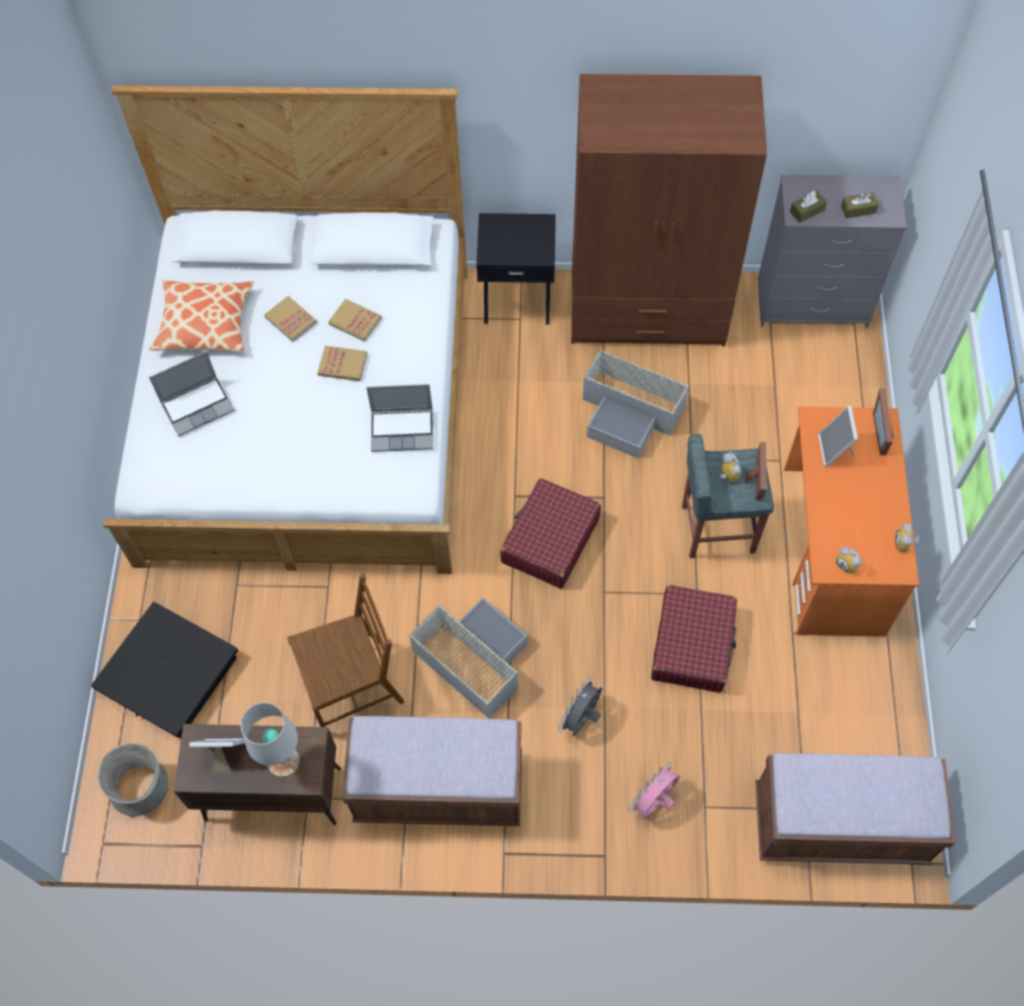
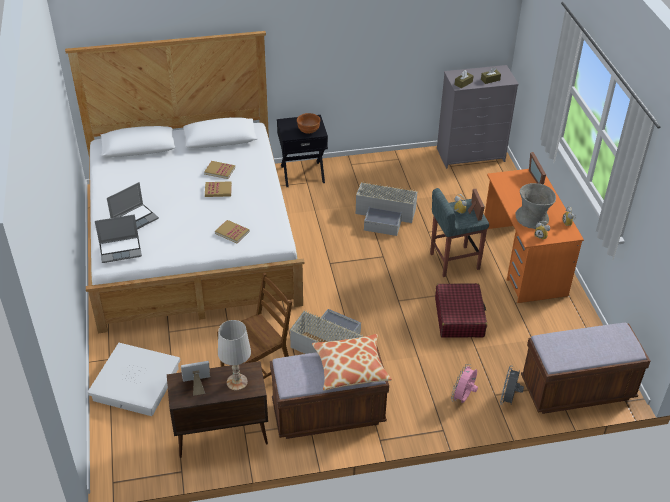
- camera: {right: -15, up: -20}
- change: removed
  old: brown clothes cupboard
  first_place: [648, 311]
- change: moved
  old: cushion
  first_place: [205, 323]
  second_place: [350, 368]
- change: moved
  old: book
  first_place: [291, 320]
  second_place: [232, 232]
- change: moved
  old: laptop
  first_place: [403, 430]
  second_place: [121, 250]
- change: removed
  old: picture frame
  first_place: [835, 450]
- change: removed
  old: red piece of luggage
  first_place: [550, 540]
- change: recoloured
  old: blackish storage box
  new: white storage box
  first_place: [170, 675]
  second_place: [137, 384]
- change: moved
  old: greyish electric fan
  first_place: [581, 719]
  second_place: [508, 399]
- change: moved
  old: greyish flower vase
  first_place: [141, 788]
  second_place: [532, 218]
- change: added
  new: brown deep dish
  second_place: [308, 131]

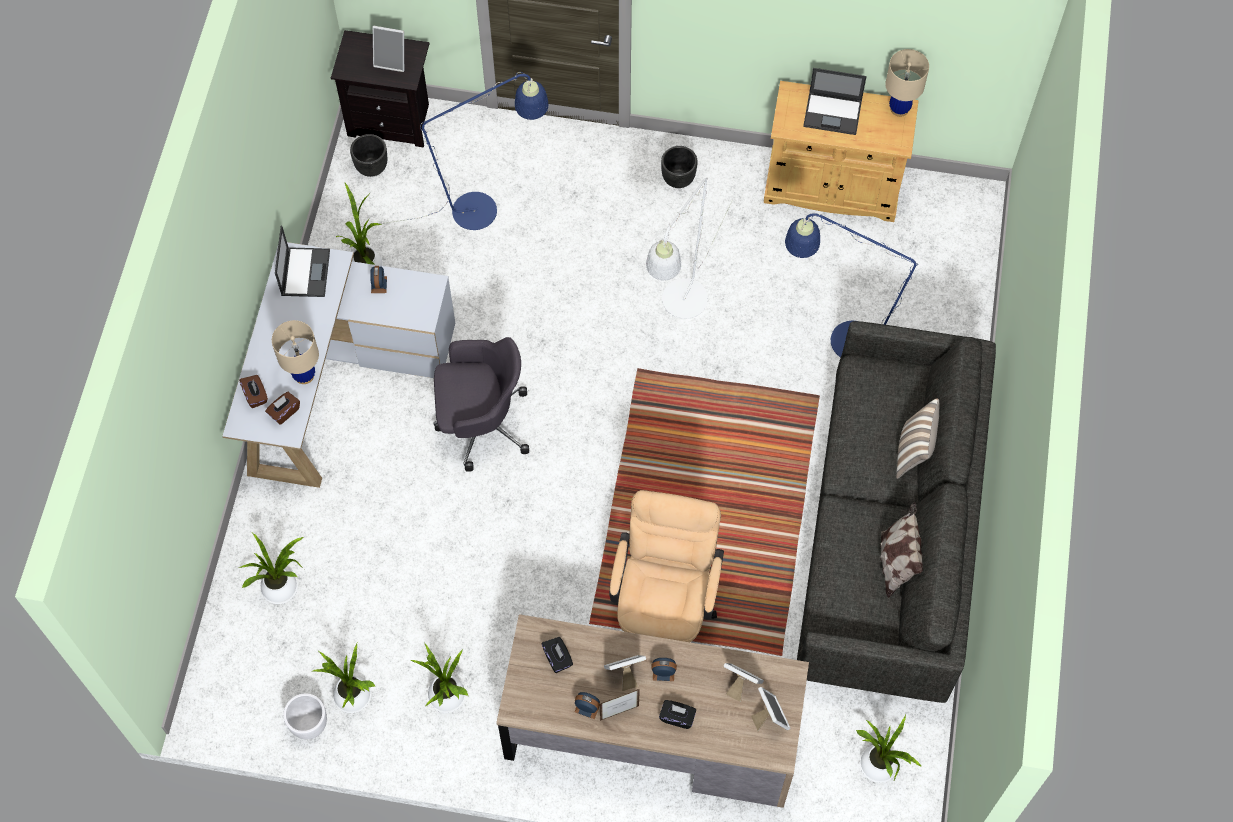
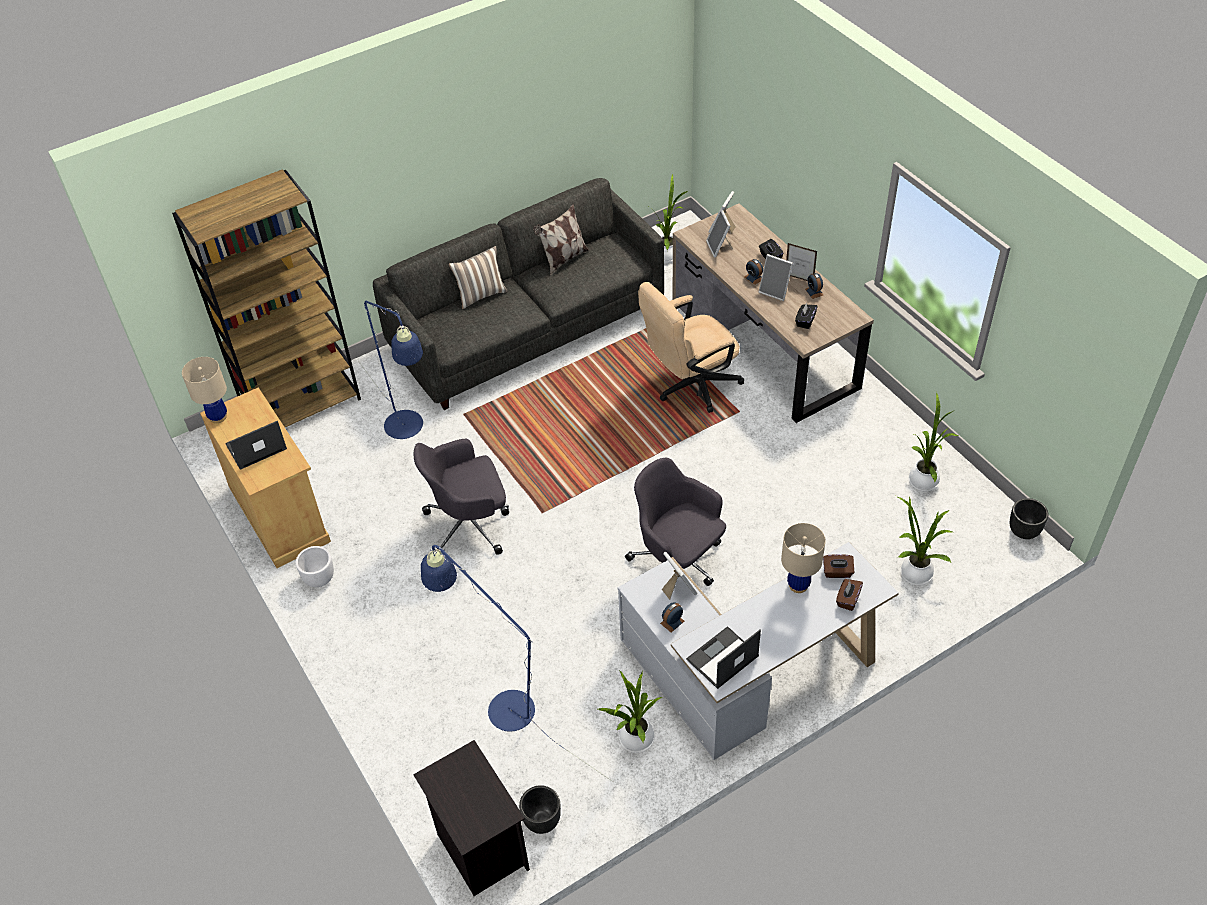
- camera: {right: -130, up: -15}
- change: moved
  old: picture frame
  first_place: [391, 60]
  second_place: [677, 588]
- change: turned
  old: laptop
  first_place: [833, 113]
  second_place: [255, 447]
  degrees: -90
- change: moved
  old: blackish plant pot
  first_place: [677, 179]
  second_place: [1024, 531]
- change: replaced
  old: white floor lamp
  new: greyish desk chair
  first_place: [680, 308]
  second_place: [470, 524]
- change: removed
  old: potted plant
  first_place: [447, 699]
- change: moved
  old: white plant pot
  first_place: [308, 724]
  second_place: [320, 579]
- change: added
  new: brown shelving unit
  second_place: [302, 404]

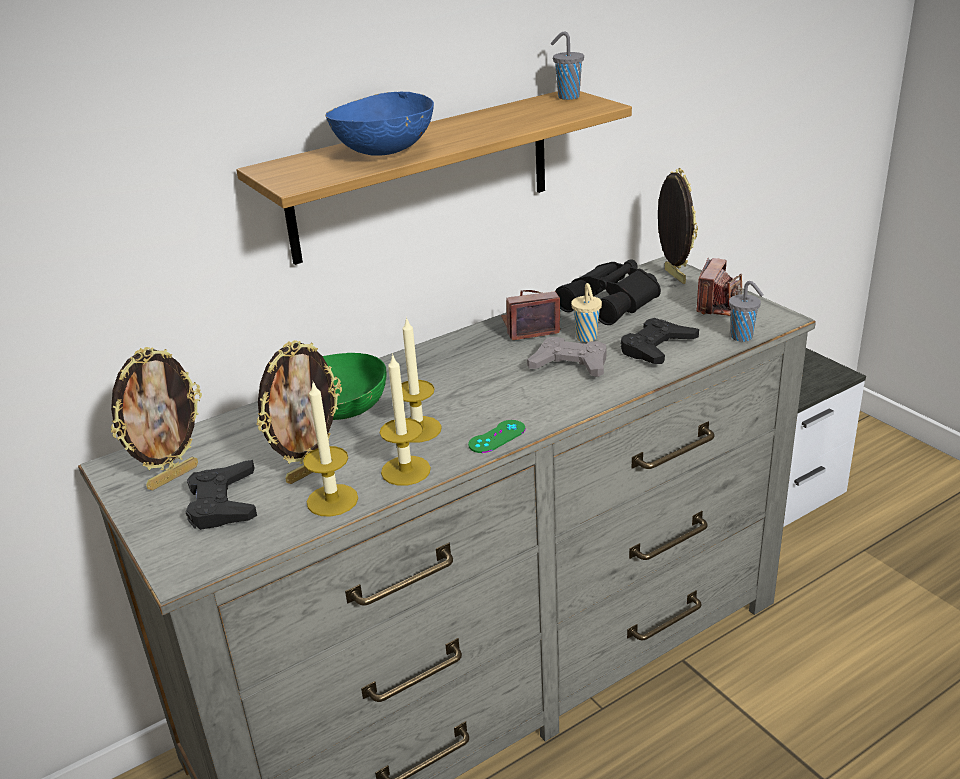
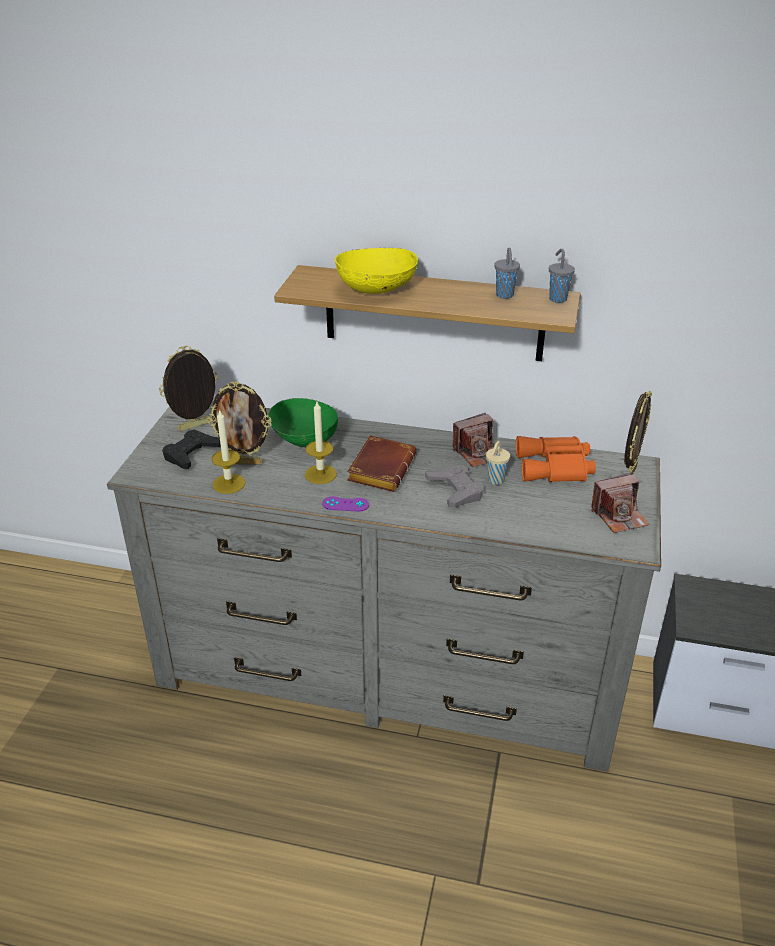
- camera: {right: 45, up: 5}
- change: recoloured
  old: blue deep dish
  new: yellow deep dish
  first_place: [384, 150]
  second_place: [376, 288]
- change: recoloured
  old: blackish binoculars
  new: orangey binoculars
  first_place: [612, 302]
  second_place: [555, 468]
- change: moved
  old: greyish drinking cup
  first_place: [743, 337]
  second_place: [505, 296]
- change: turned
  old: still camera
  first_place: [529, 327]
  second_place: [478, 453]
  degrees: 120
- change: removed
  old: blackish gamepad
  first_place: [656, 348]
- change: turned
  old: picture frame
  first_place: [172, 476]
  second_place: [195, 427]
  degrees: 150
- change: removed
  old: wax candle
  first_place: [405, 470]
- change: recoloured
  old: greenish gamepad
  new: purple gamepad
  first_place: [497, 437]
  second_place: [345, 504]
- change: added
  new: brown book
  second_place: [380, 468]

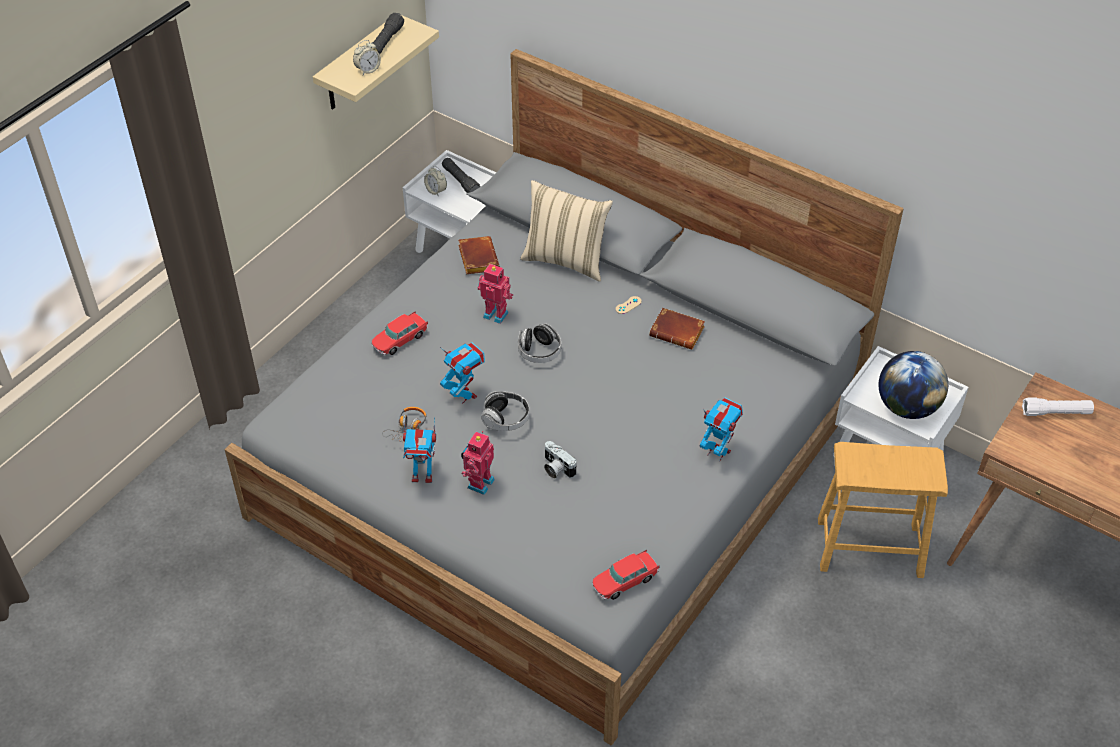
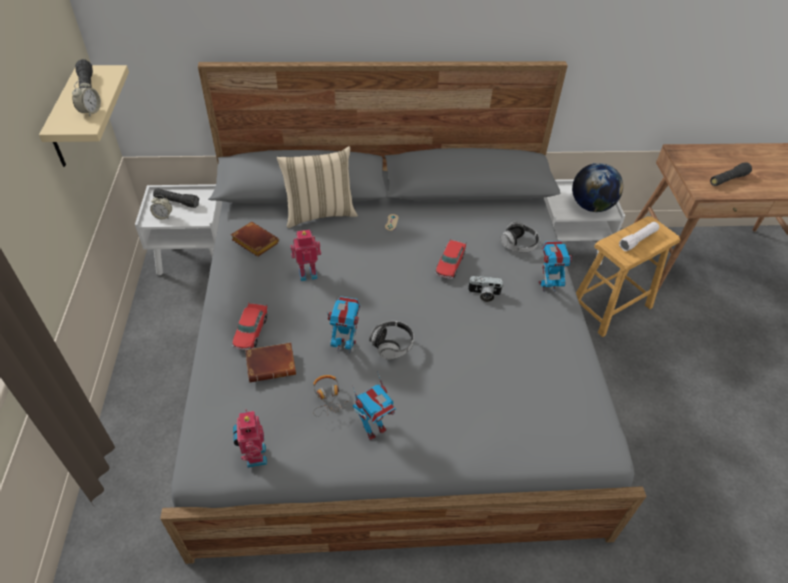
- camera: {right: -40, up: 0}
- change: moved
  old: brown book
  first_place: [678, 332]
  second_place: [272, 364]
- change: moved
  old: headset
  first_place: [539, 352]
  second_place: [518, 244]
- change: moved
  old: white torch
  first_place: [1055, 413]
  second_place: [637, 240]
- change: moved
  old: model robot
  first_place: [479, 483]
  second_place: [254, 456]
- change: moved
  old: still camera
  first_place: [556, 468]
  second_place: [484, 294]
- change: moved
  old: toy car
  first_place: [624, 581]
  second_place: [450, 264]
- change: added
  new: blackish torch
  second_place: [728, 180]

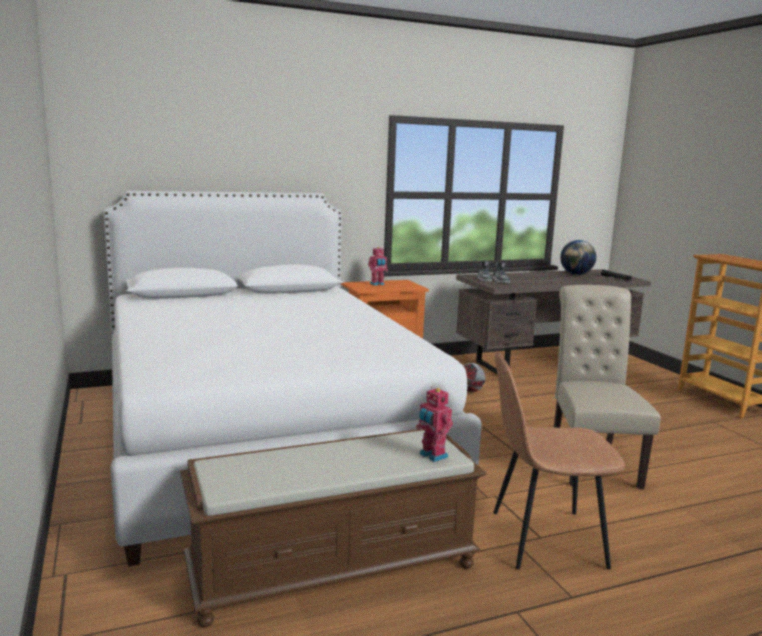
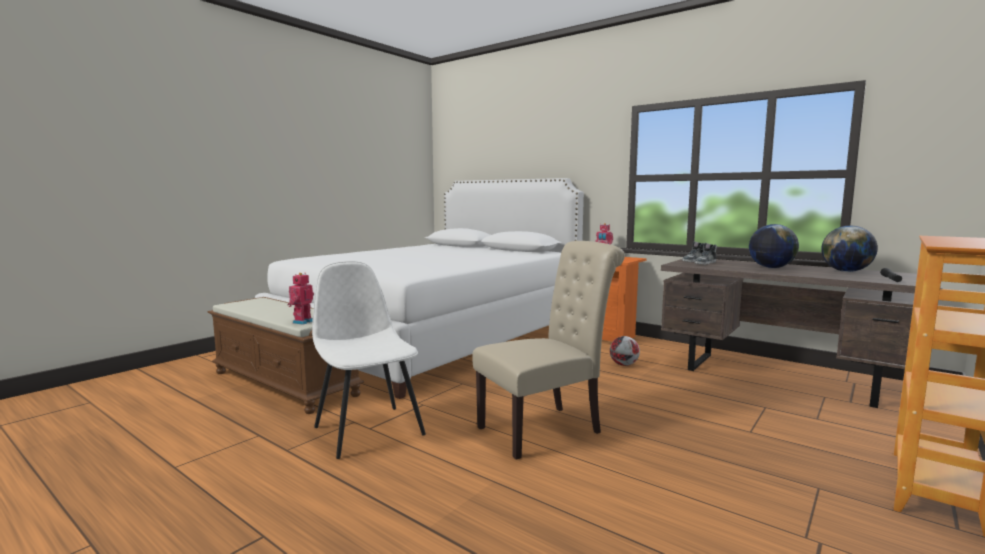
- camera: {right: 60, up: -5}
- change: recoloured
  old: brown upright chair
  new: white upright chair
  first_place: [544, 539]
  second_place: [368, 429]
- change: added
  new: globe
  second_place: [771, 268]

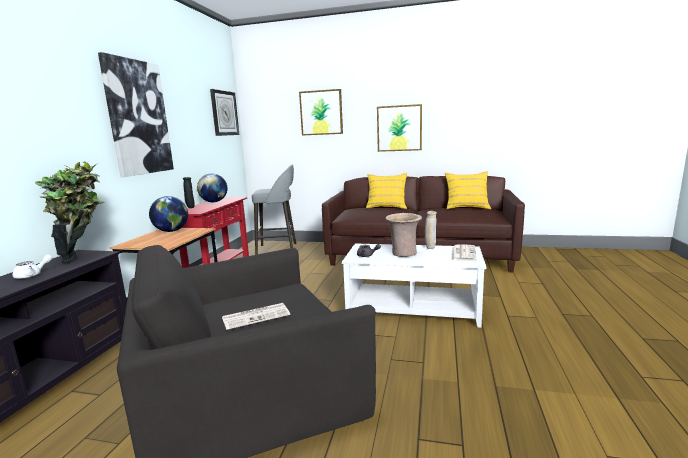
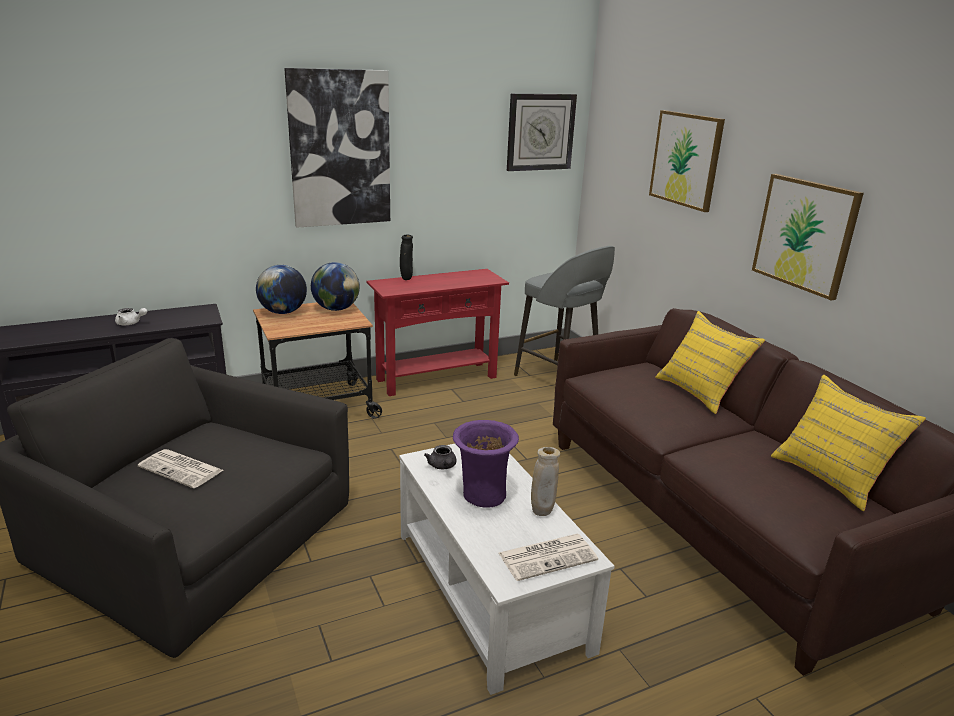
- camera: {right: 50, up: 10}
- change: removed
  old: potted plant
  first_place: [83, 256]
- change: moved
  old: globe
  first_place: [214, 202]
  second_place: [283, 312]
- change: recoloured
  old: sand-coloured flower vase
  new: purple flower vase
  first_place: [403, 254]
  second_place: [482, 496]

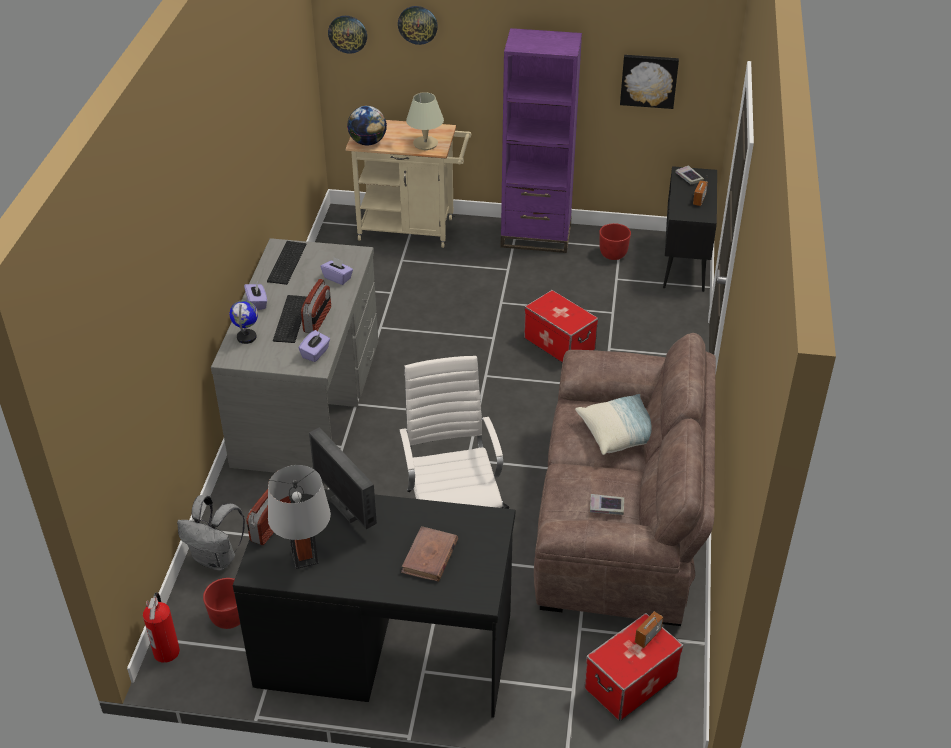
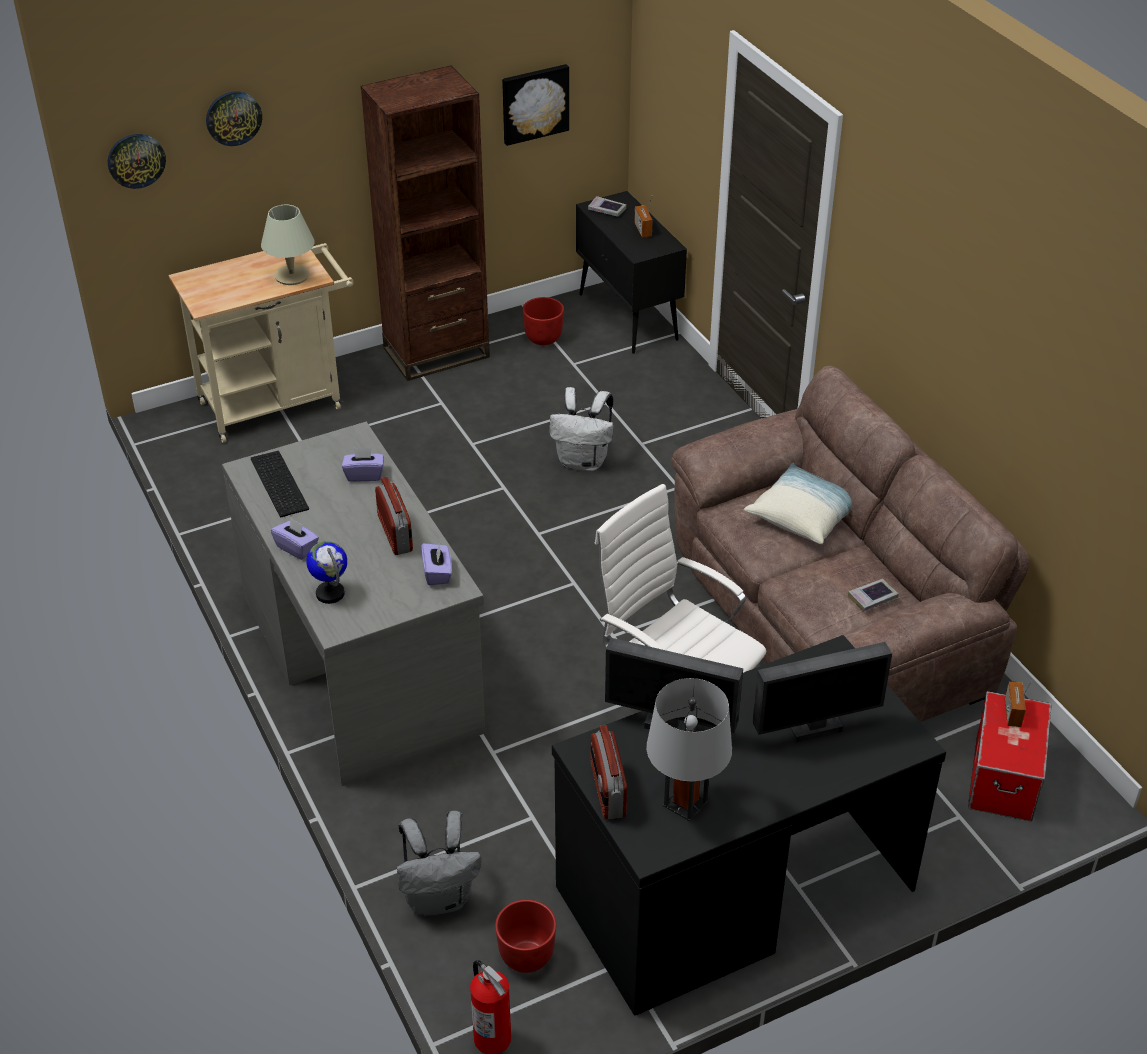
- camera: {right: -35, up: 0}
- change: recoloured
  old: purple shelving unit
  new: brown shelving unit
  first_place: [536, 237]
  second_place: [436, 353]
- change: removed
  old: globe
  first_place: [368, 142]
- change: replaced
  old: storage box
  new: white backpack
  first_place: [559, 343]
  second_place: [583, 461]
- change: removed
  old: computer keyboard
  first_place: [289, 318]
- change: replaced
  old: brown book
  new: computer display
  first_place: [430, 557]
  second_place: [814, 729]

